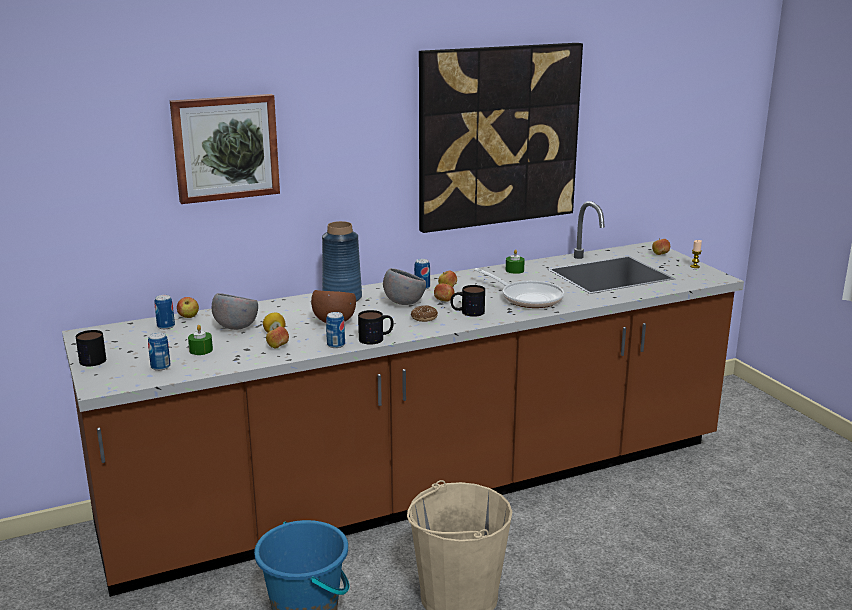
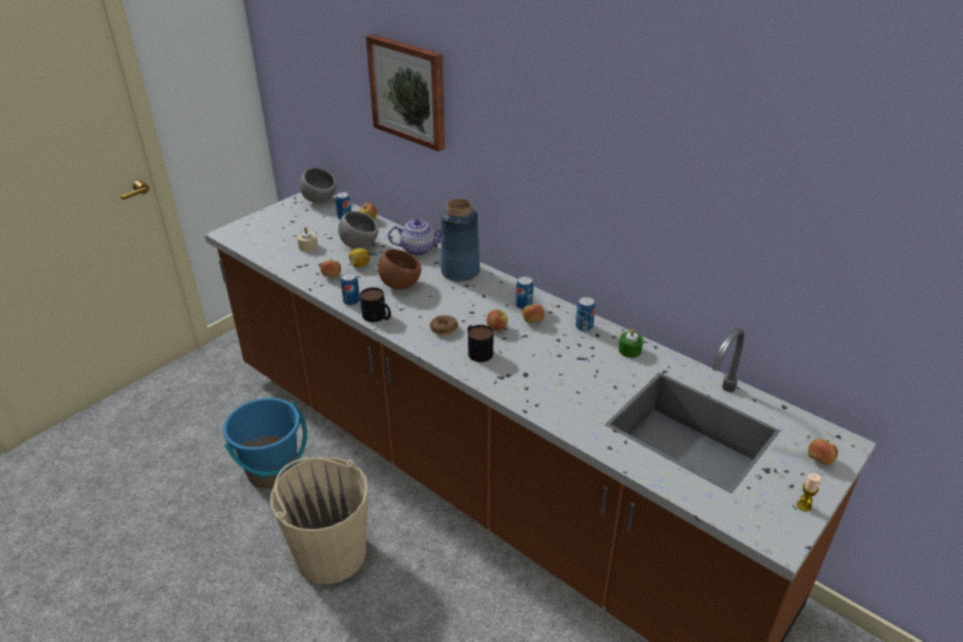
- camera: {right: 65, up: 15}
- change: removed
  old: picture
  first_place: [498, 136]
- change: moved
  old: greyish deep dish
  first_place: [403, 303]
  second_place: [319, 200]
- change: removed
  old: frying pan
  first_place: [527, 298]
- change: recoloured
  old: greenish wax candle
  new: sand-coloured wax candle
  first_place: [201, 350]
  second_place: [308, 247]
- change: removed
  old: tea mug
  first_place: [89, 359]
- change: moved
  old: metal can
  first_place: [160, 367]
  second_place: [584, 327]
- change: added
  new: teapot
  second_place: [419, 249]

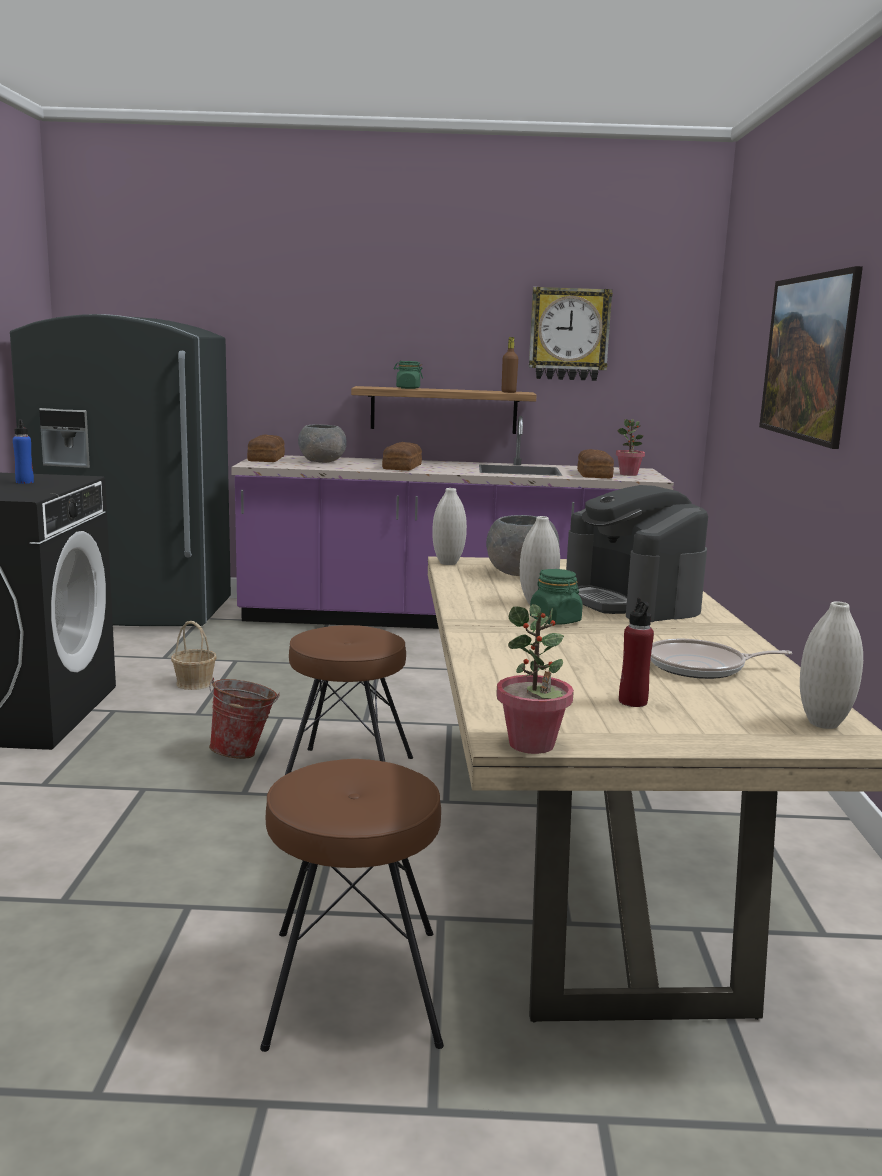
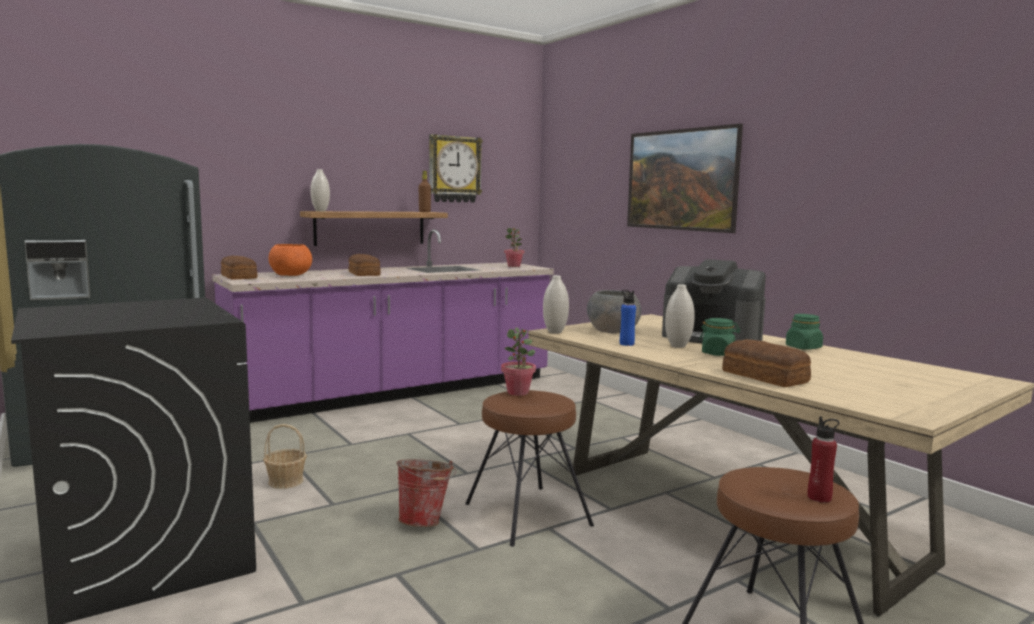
- camera: {right: -35, up: -5}
- change: moved
  old: greenish jar
  first_place: [408, 388]
  second_place: [803, 347]
- change: moved
  old: blue beverage bottle
  first_place: [24, 482]
  second_place: [626, 344]
- change: recoloured
  old: greyish deep dish
  new: orangey deep dish
  first_place: [322, 461]
  second_place: [291, 275]
- change: moved
  old: bread
  first_place: [593, 475]
  second_place: [765, 377]
- change: moved
  old: red beverage bottle
  first_place: [633, 702]
  second_place: [819, 498]
- change: moved
  old: white flower vase
  first_place: [823, 723]
  second_place: [320, 211]
- change: moved
  old: potted plant
  first_place: [532, 744]
  second_place: [518, 392]
- change: removed
  old: frying pan
  first_place: [701, 667]

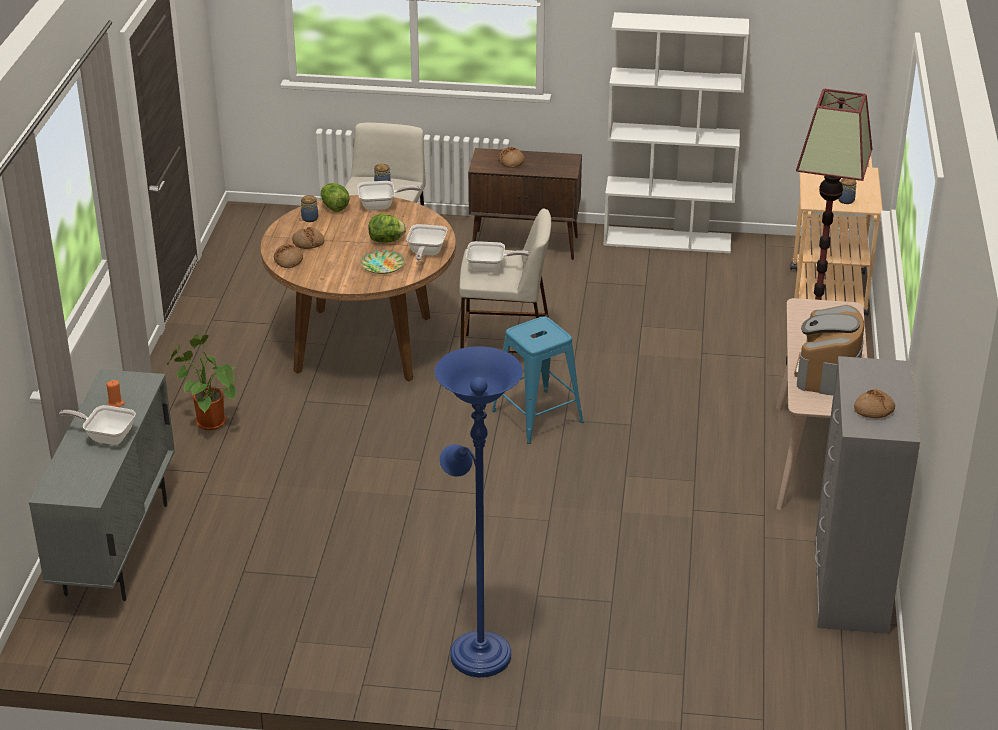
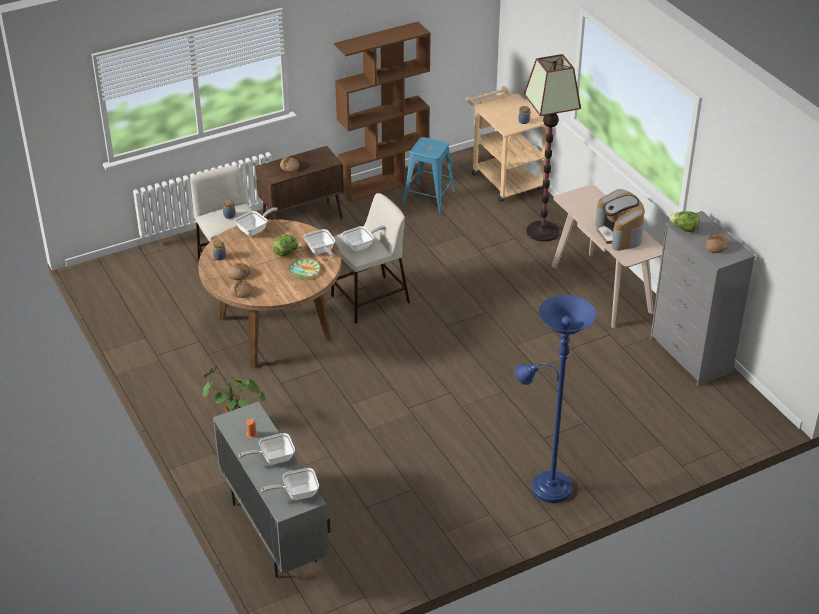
- camera: {right: -35, up: 5}
- change: recoloured
  old: white shelving unit
  new: brown shelving unit
  first_place: [668, 240]
  second_place: [384, 183]
- change: moved
  old: lettuce head
  first_place: [334, 207]
  second_place: [684, 229]
- change: moved
  old: blue stool seat
  first_place: [537, 416]
  second_place: [428, 198]
- change: added
  new: frying pan
  second_place: [297, 493]

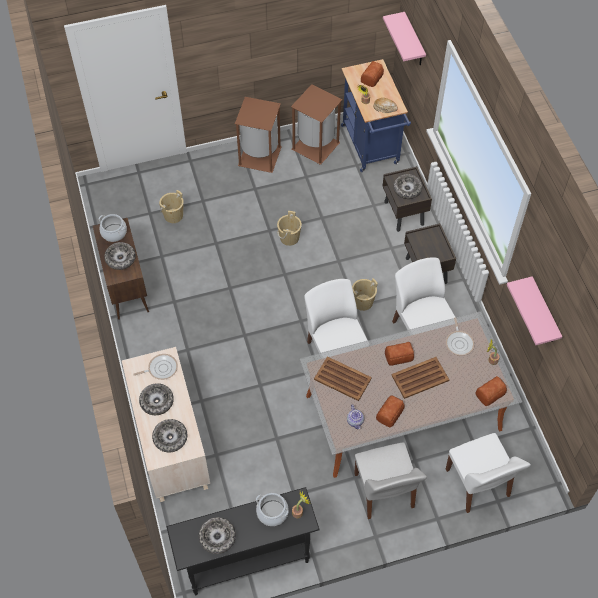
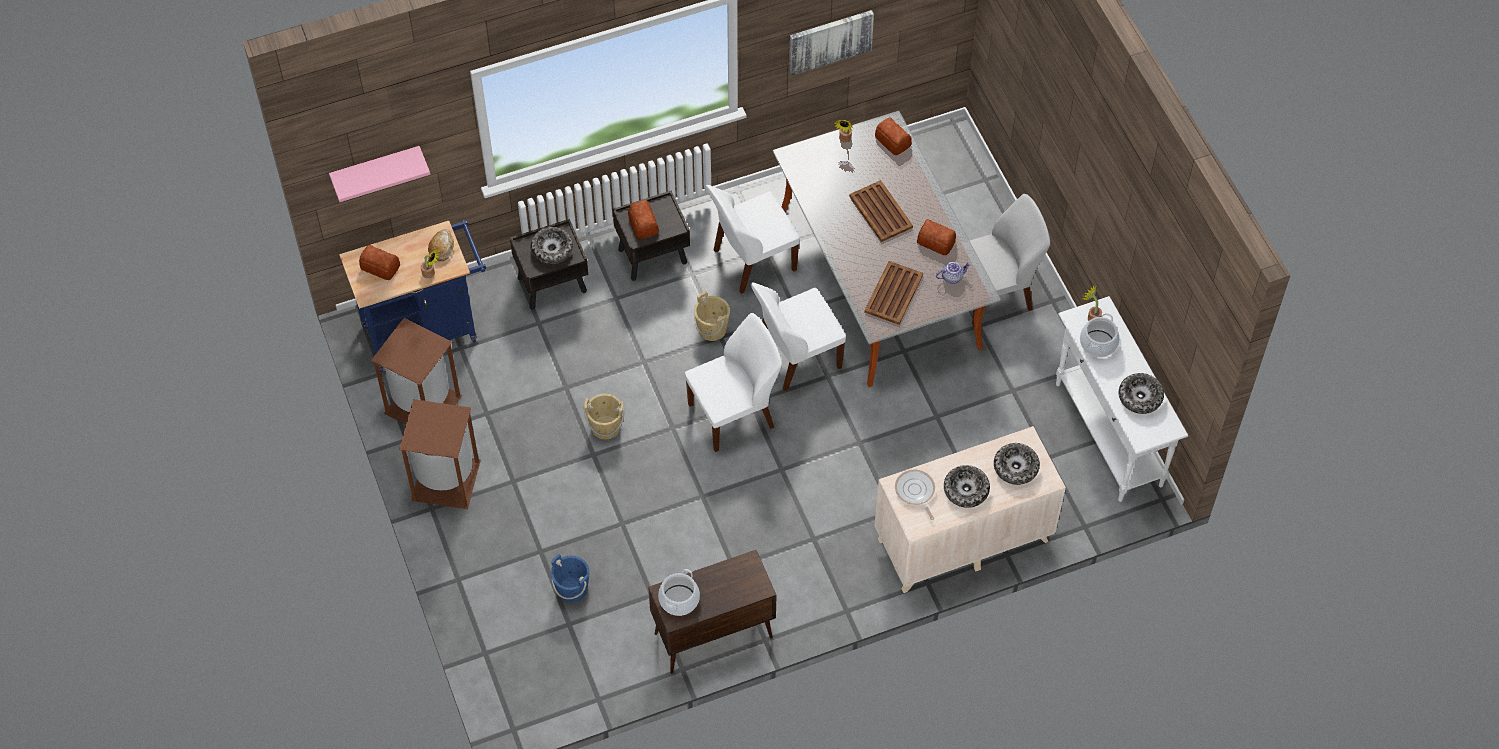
- camera: {right: -95, up: 0}
- change: recoloured
  old: sand-coloured water bucket
  new: blue water bucket
  first_place: [173, 215]
  second_place: [572, 589]
- change: removed
  old: deep dish
  first_place: [120, 258]
- change: replaced
  old: pinkish shelf
  new: picture
  first_place: [544, 313]
  second_place: [830, 40]
- change: removed
  old: frying pan
  first_place: [459, 342]
- change: moved
  old: bread
  first_place: [399, 356]
  second_place: [643, 223]
- change: moved
  old: white upright chair
  first_place: [478, 484]
  second_place: [733, 415]
- change: recoloured
  old: blackish hall table
  new: white hall table
  first_place: [246, 560]
  second_place: [1108, 435]

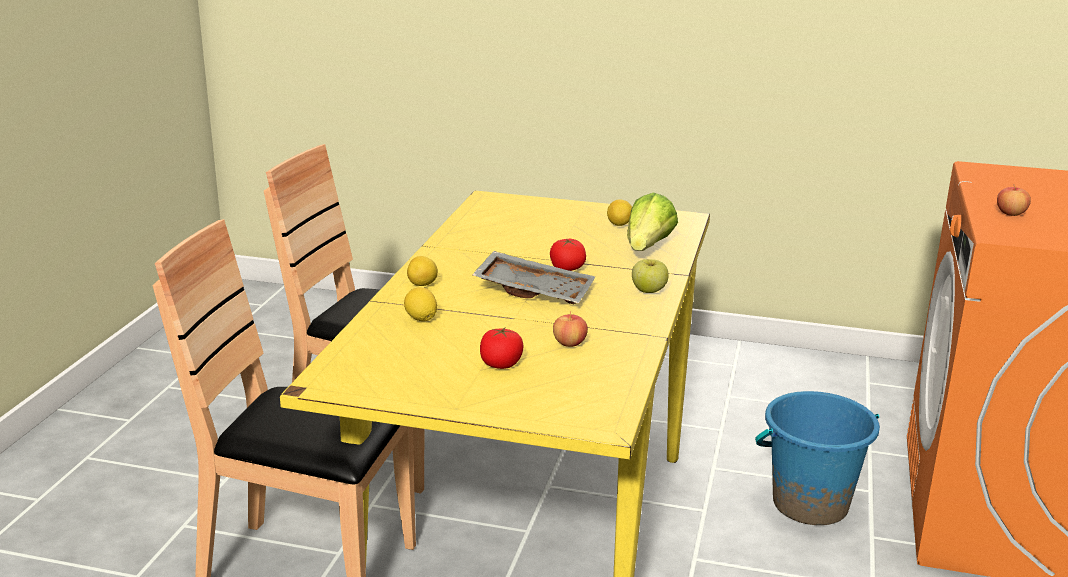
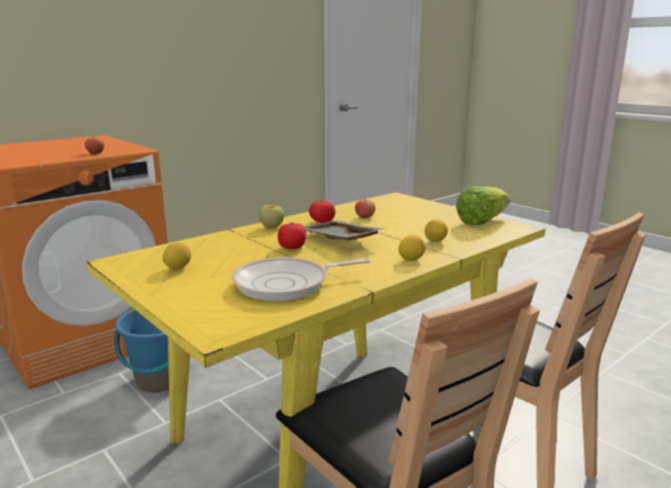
- camera: {right: -145, up: -5}
- change: moved
  old: lettuce head
  first_place: [648, 247]
  second_place: [481, 221]
- change: moved
  old: fresh tomato
  first_place: [501, 364]
  second_place: [322, 221]
- change: added
  new: frying pan
  second_place: [287, 284]

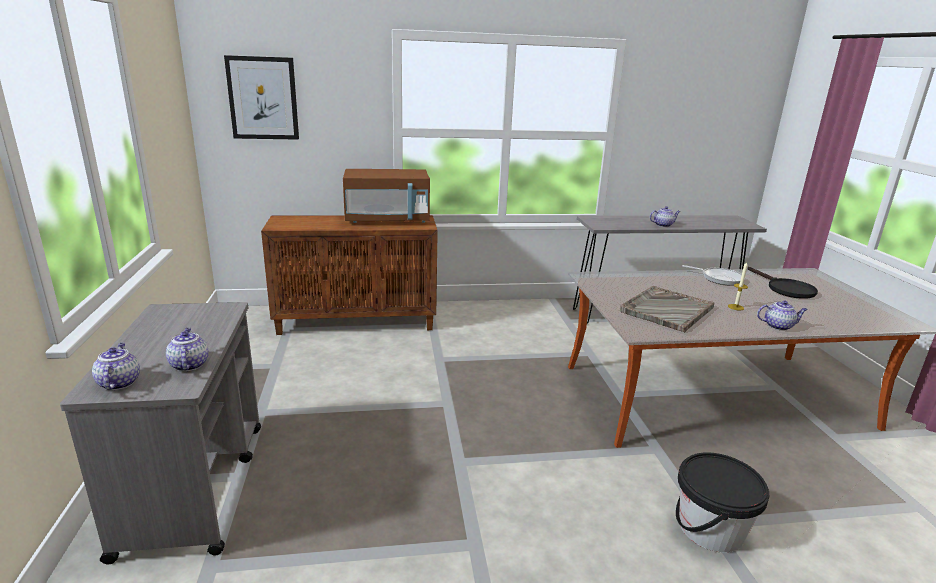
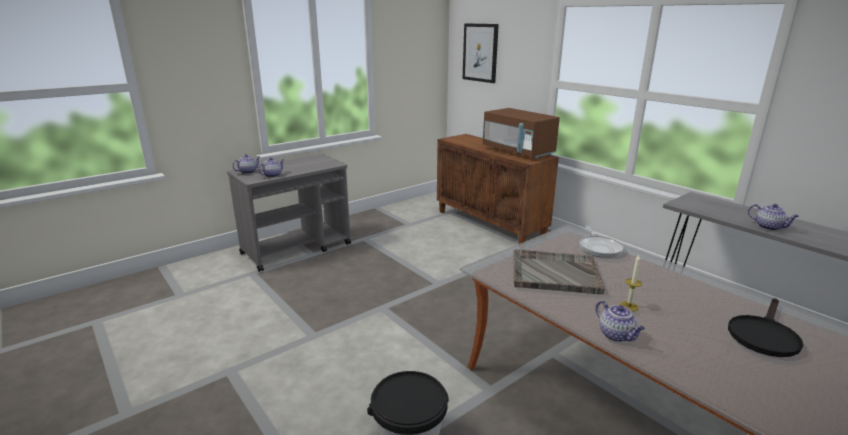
- camera: {right: 60, up: 0}
- change: moved
  old: frying pan
  first_place: [719, 278]
  second_place: [599, 248]

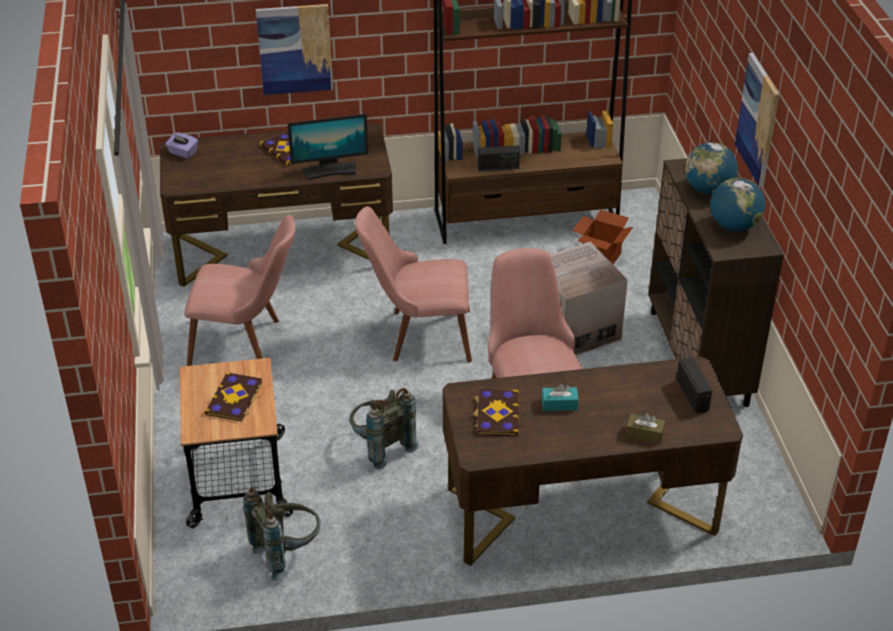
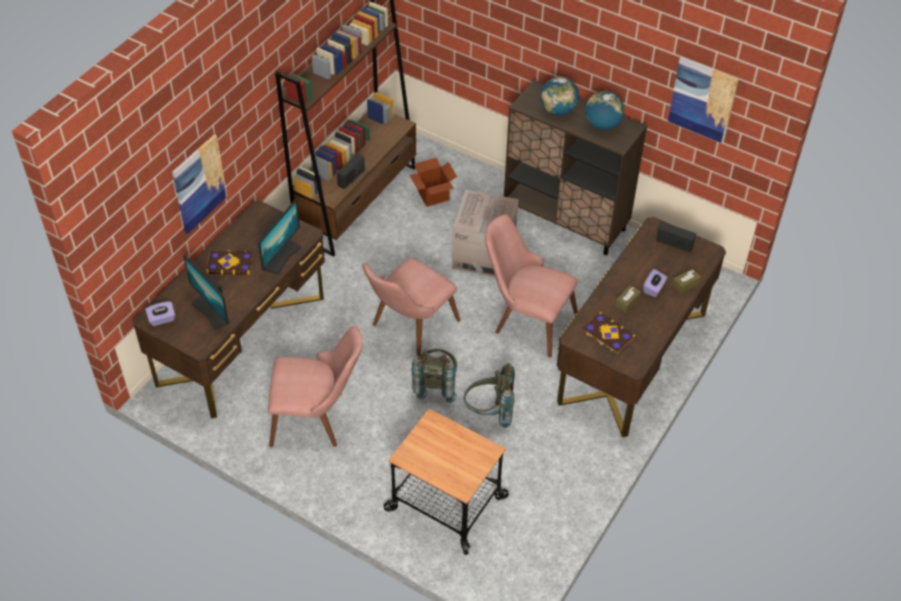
- camera: {right: -50, up: 10}
- change: moved
  old: picture
  first_place: [758, 120]
  second_place: [702, 99]
- change: turned
  old: pinkish upright chair
  first_place: [247, 342]
  second_place: [318, 418]
  degrees: 45
- change: removed
  old: book
  first_place: [235, 398]
- change: recoloured
  old: blue-green box of tissues
  new: brown box of tissues
  first_place: [559, 404]
  second_place: [627, 302]
- change: moved
  old: greyish backpack
  first_place: [287, 553]
  second_place: [435, 385]
- change: added
  new: computer display
  second_place: [212, 311]
- change: added
  new: purple box of tissues
  second_place: [653, 288]

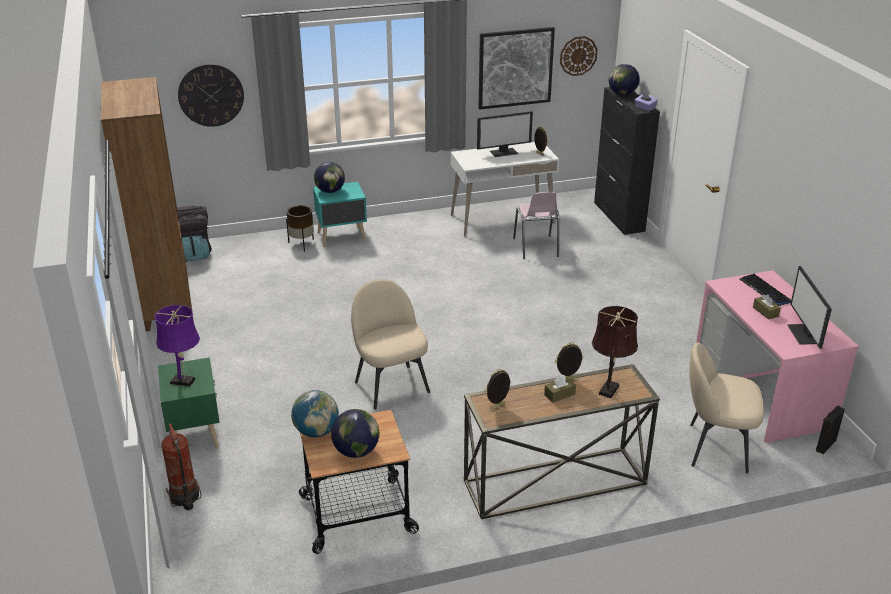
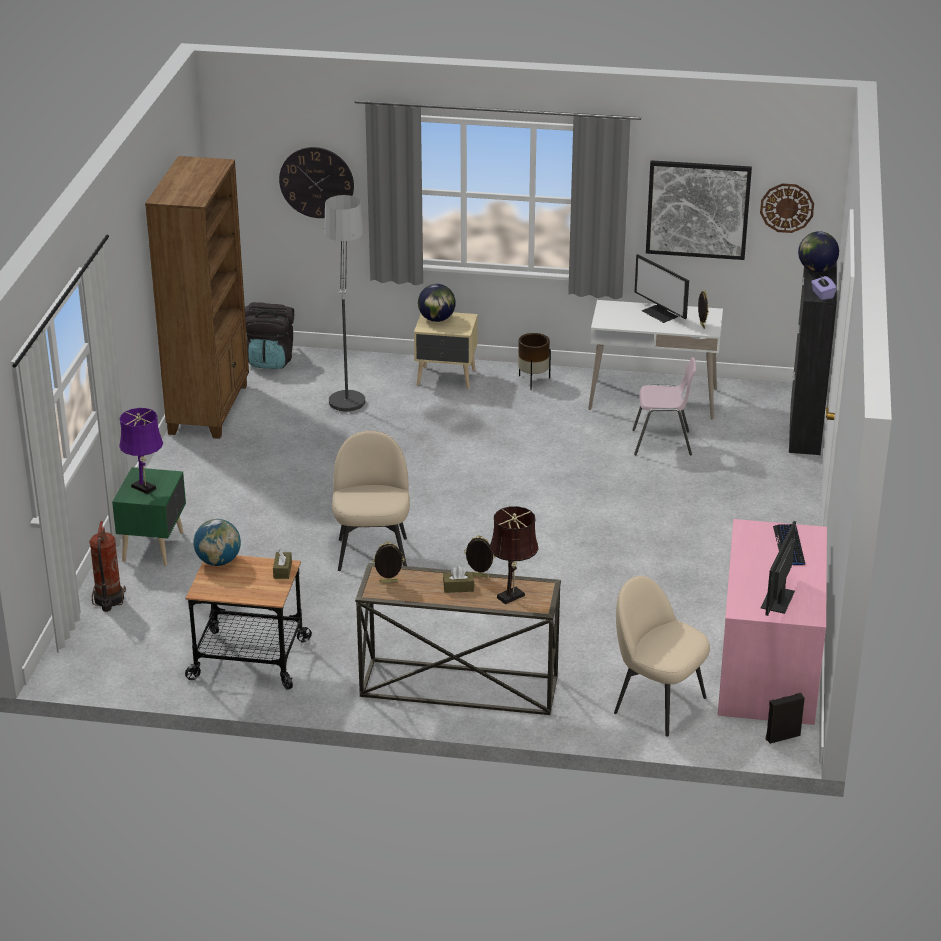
- camera: {right: 25, up: 0}
- change: turned
  old: computer display
  first_place: [504, 152]
  second_place: [660, 314]
  degrees: 45
- change: recoloured
  old: blue-green night table
  new: sand-coloured night table
  first_place: [342, 237]
  second_place: [447, 378]
- change: turned
  old: pinkish upright chair
  first_place: [536, 248]
  second_place: [662, 443]
  degrees: -105
- change: moved
  old: brown plant pot
  first_place: [302, 244]
  second_place: [533, 381]
- change: moved
  old: brown box of tissues
  first_place: [765, 312]
  second_place: [282, 570]
- change: removed
  old: globe
  first_place: [356, 451]
- change: added
  new: floor lamp
  second_place: [346, 388]

